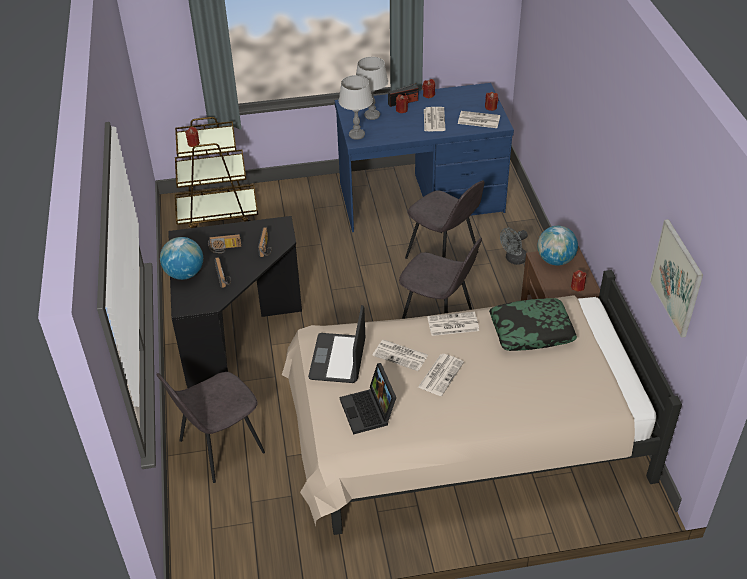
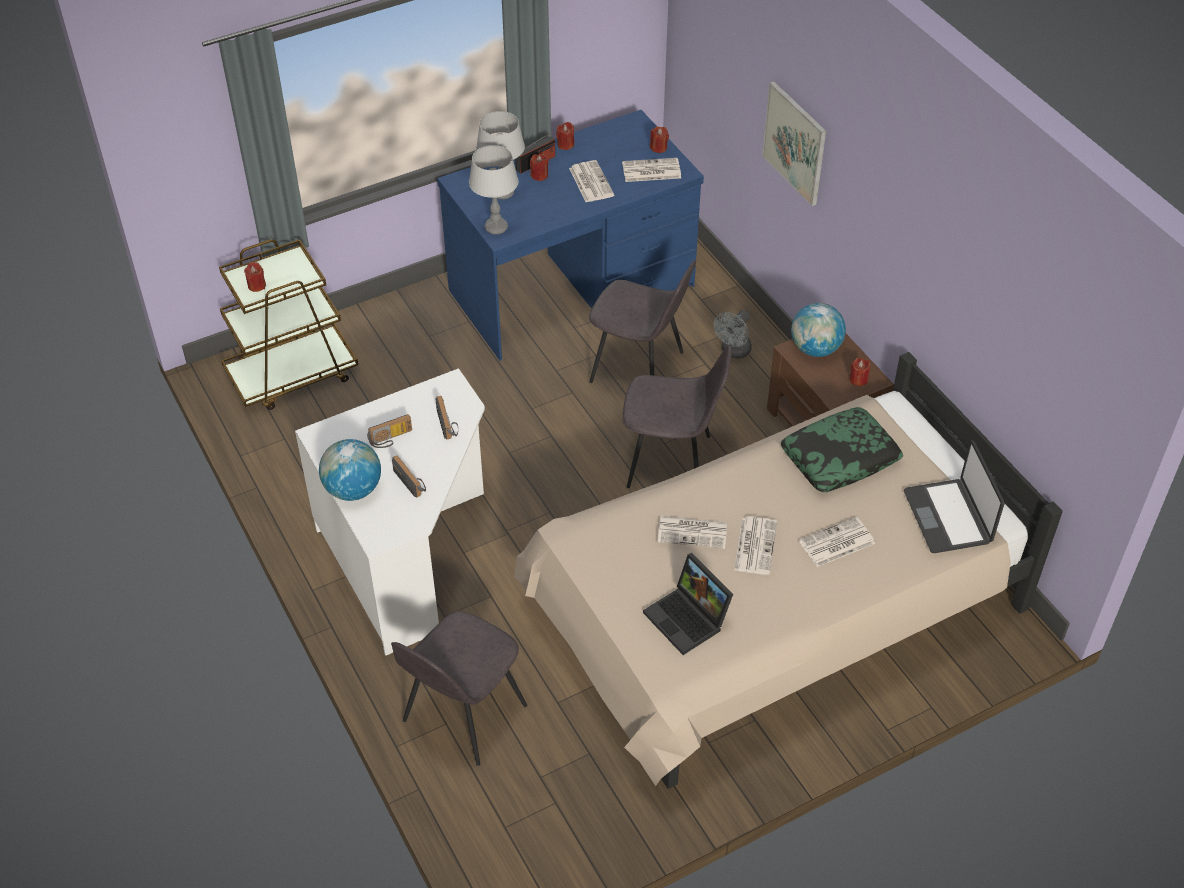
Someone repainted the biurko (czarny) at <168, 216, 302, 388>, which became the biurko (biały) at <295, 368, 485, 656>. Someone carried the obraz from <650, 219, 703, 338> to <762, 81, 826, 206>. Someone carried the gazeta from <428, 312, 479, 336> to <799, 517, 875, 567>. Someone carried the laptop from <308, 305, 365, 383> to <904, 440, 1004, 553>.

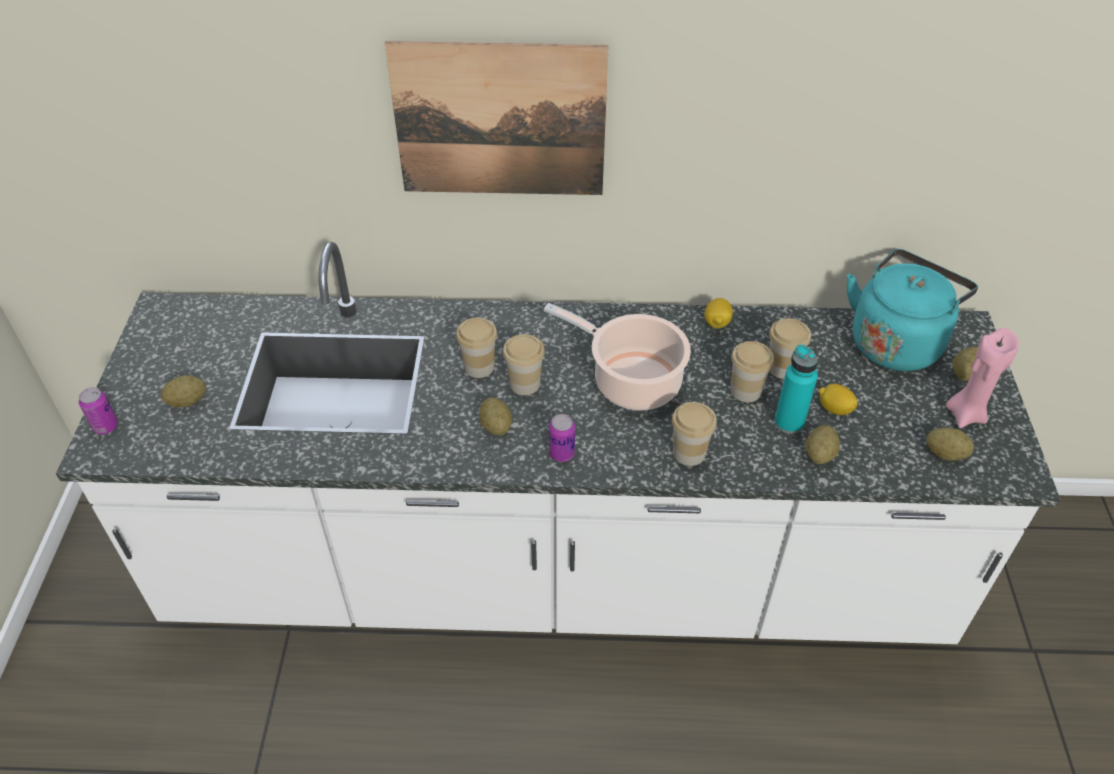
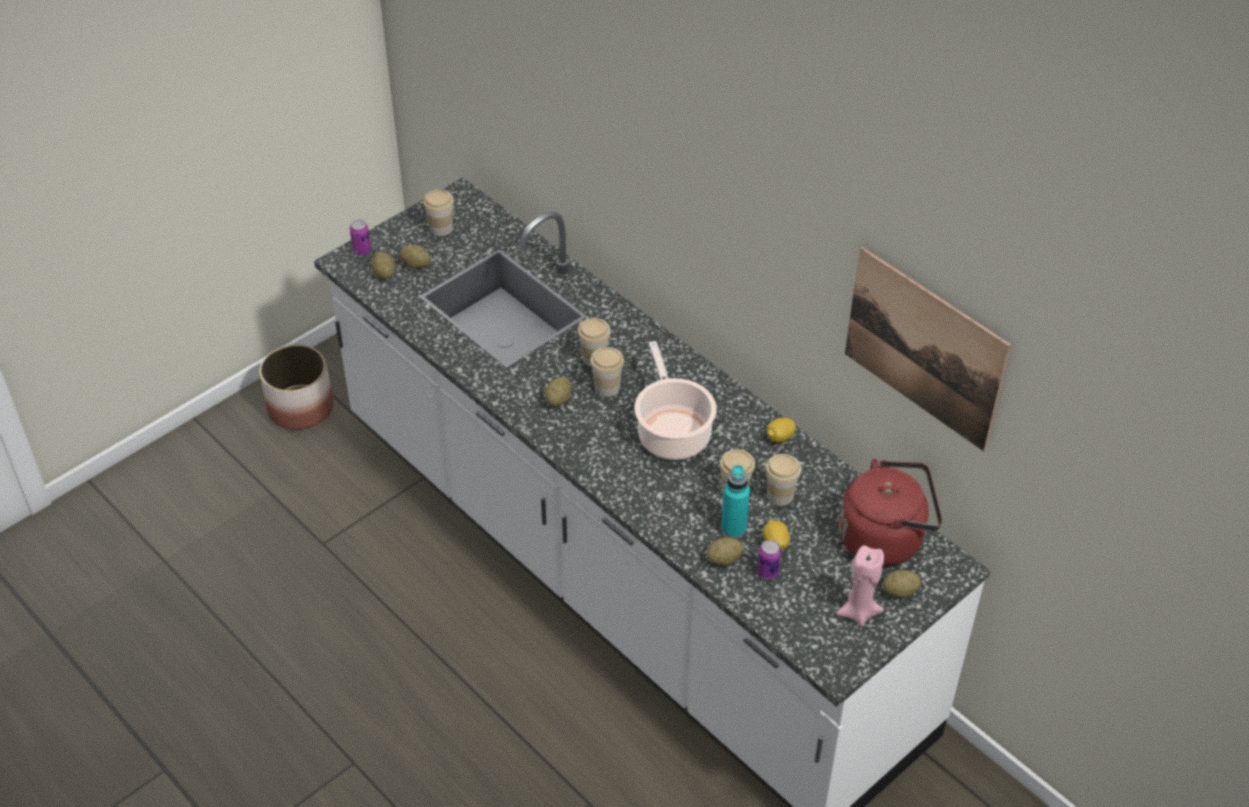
Someone put down the donica at <260, 344, 333, 430>. Someone carried the ziemniak from <926, 428, 974, 461> to <371, 252, 396, 279>. Someone carried the filiżanka from <672, 402, 717, 466> to <423, 189, 454, 236>. Someone carried the puszka from <549, 414, 575, 462> to <757, 540, 781, 580>. Someone repainted the czajnik (turkusowy) at <847, 249, 978, 371>, which became the czajnik (czerwony) at <839, 459, 942, 566>. Someone carried the obraz from <385, 41, 609, 195> to <845, 247, 1011, 451>.

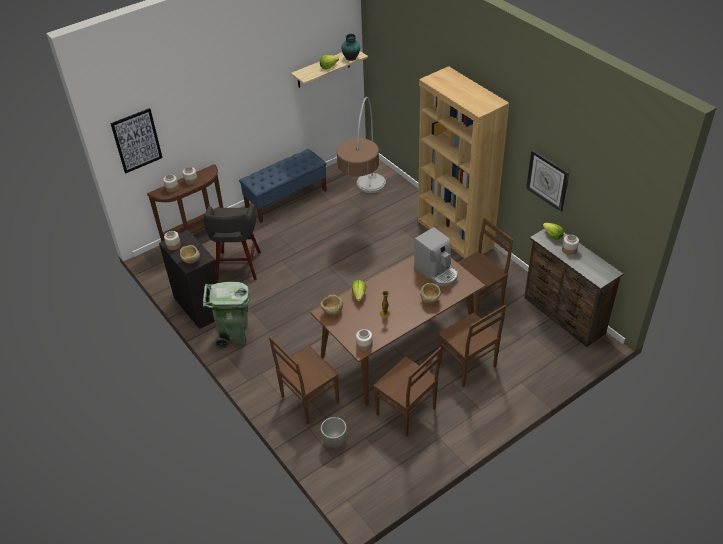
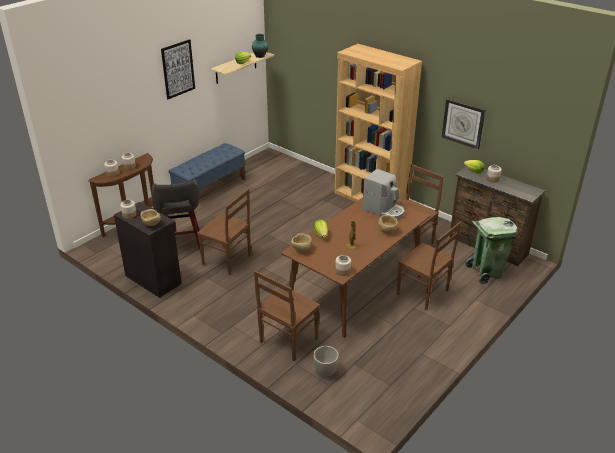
Someone carried the obraz from <110, 108, 163, 174> to <161, 39, 195, 99>. Someone carried the krzesło (brązowy) from <373, 347, 441, 437> to <197, 188, 251, 275>. Someone carried the kosz na śmieci (zielony) from <203, 282, 250, 349> to <466, 217, 518, 284>. Someone took away the lampa stojąca at <337, 97, 386, 193>.

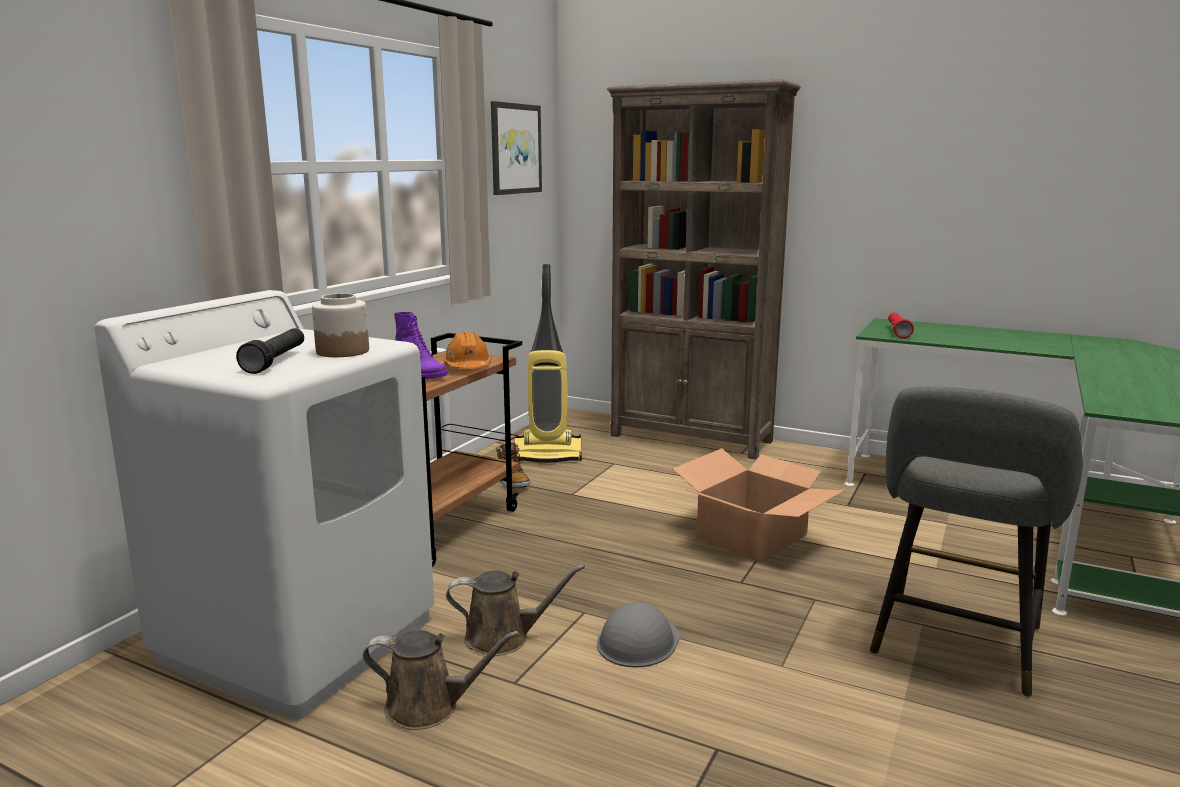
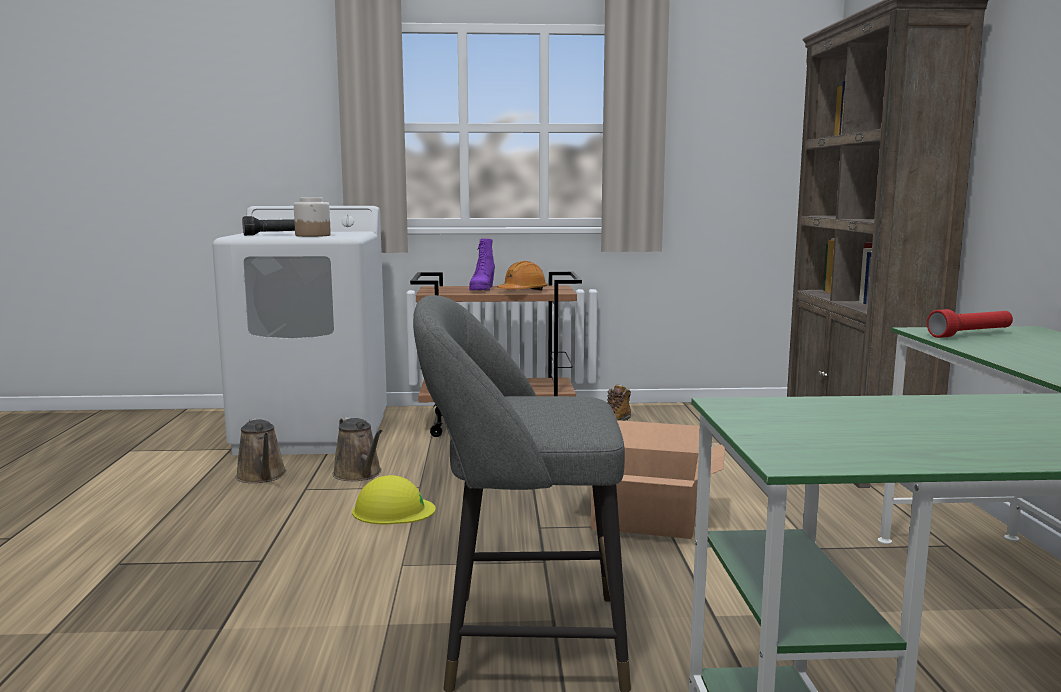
Someone repainted the kask (szary) at <597, 602, 680, 668>, which became the kask (żółty) at <352, 475, 436, 524>. Someone took away the obraz at <491, 101, 542, 195>. Someone took away the odkurzacz at <515, 264, 582, 463>.

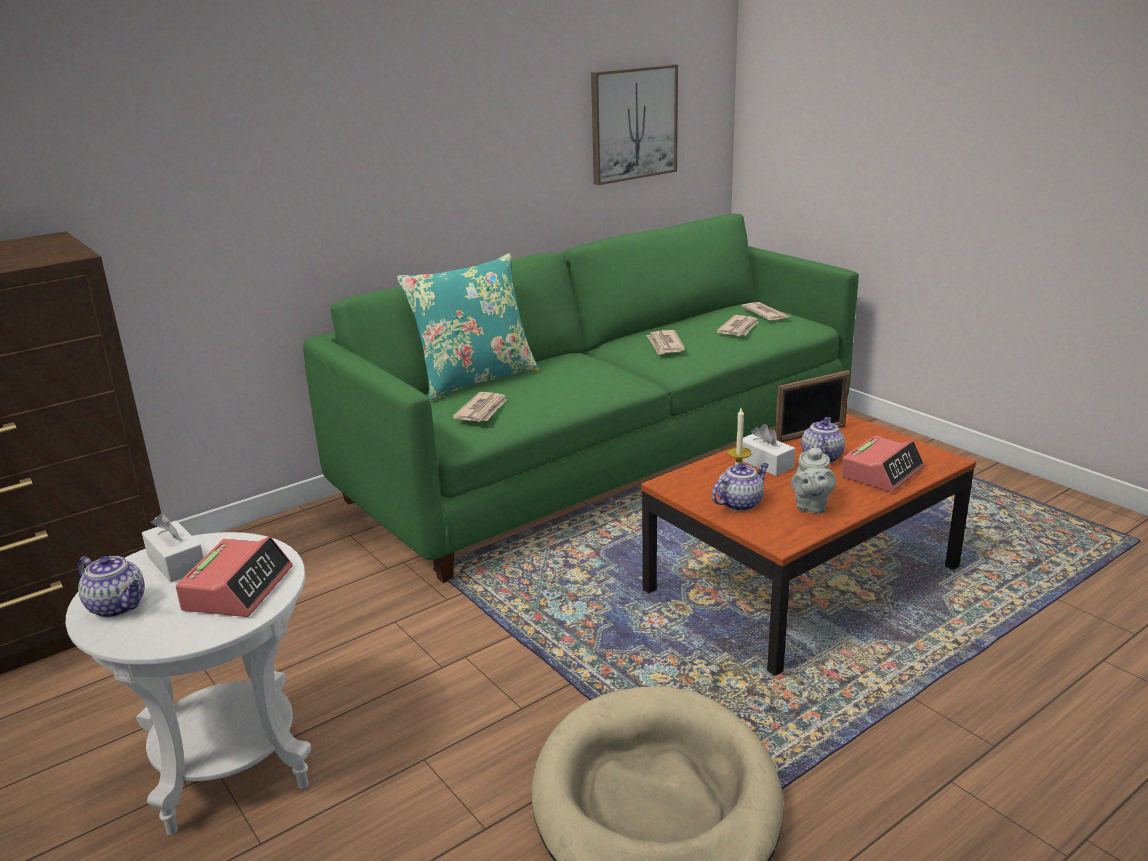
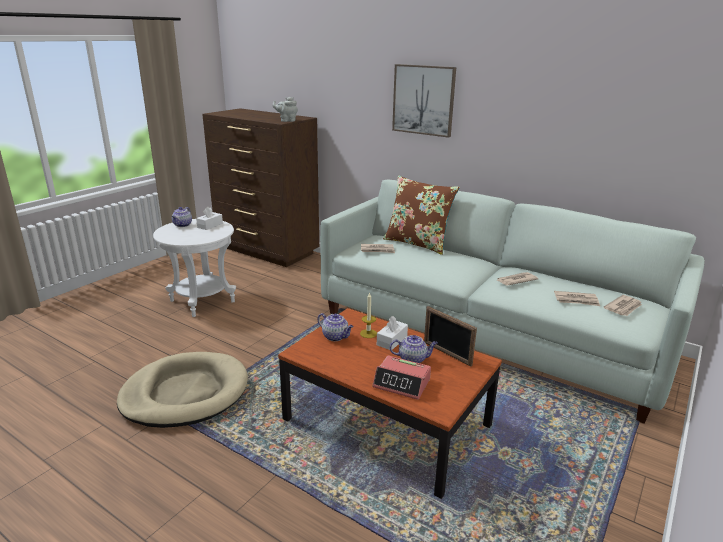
Someone carried the imbryk (szary) from <791, 445, 836, 514> to <272, 97, 298, 122>. Someone repainted the kanapa (zielony) at <303, 214, 859, 583>, which became the kanapa (biały) at <320, 179, 705, 424>. Someone repainted the poduszka (turkusowy) at <397, 253, 539, 401>, which became the poduszka (brązowy) at <383, 176, 460, 255>. Someone carried the obraz from <591, 65, 678, 185> to <392, 64, 456, 138>. Someone took away the budzik at <176, 537, 293, 617>.

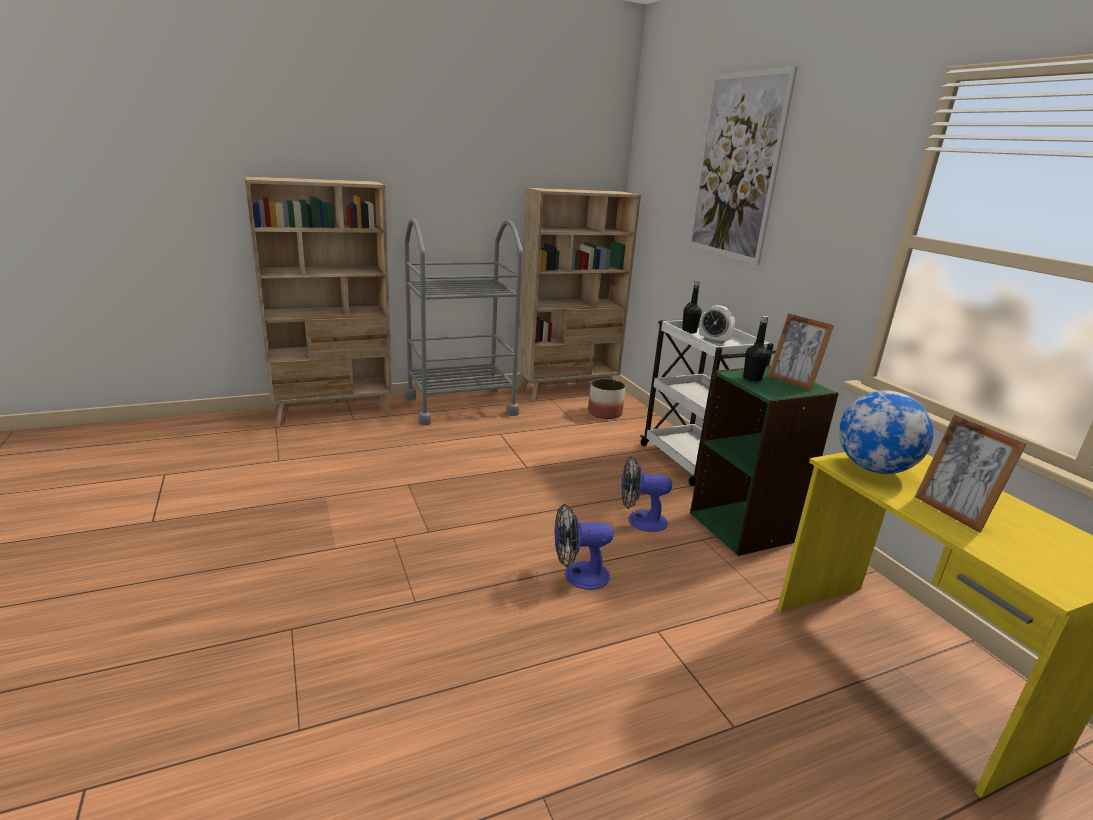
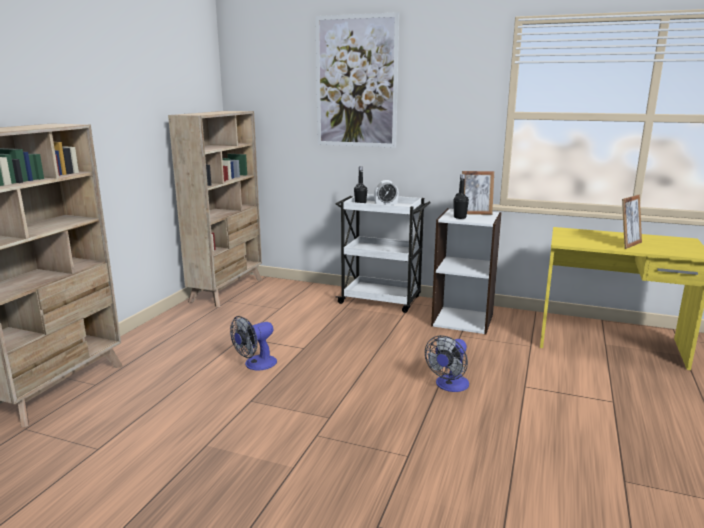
Someone carried the wentylator from <621, 456, 672, 532> to <230, 316, 277, 370>. Someone repainted the regał (zielony) at <690, 366, 839, 556>, which became the regał (biały) at <431, 208, 502, 334>. Someone rotated the ramka na zdjęcie at <915, 414, 1027, 532> by 60 degrees counterclockwise. Someone took away the wózek (szary) at <405, 218, 523, 426>. Someone took away the donica at <588, 379, 626, 419>. Someone took away the globus at <839, 390, 933, 474>.

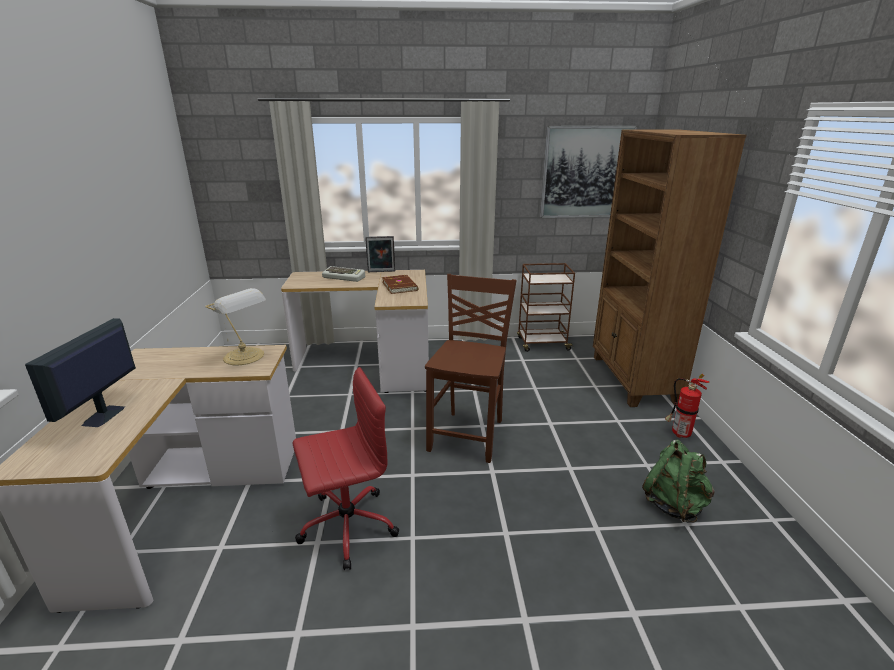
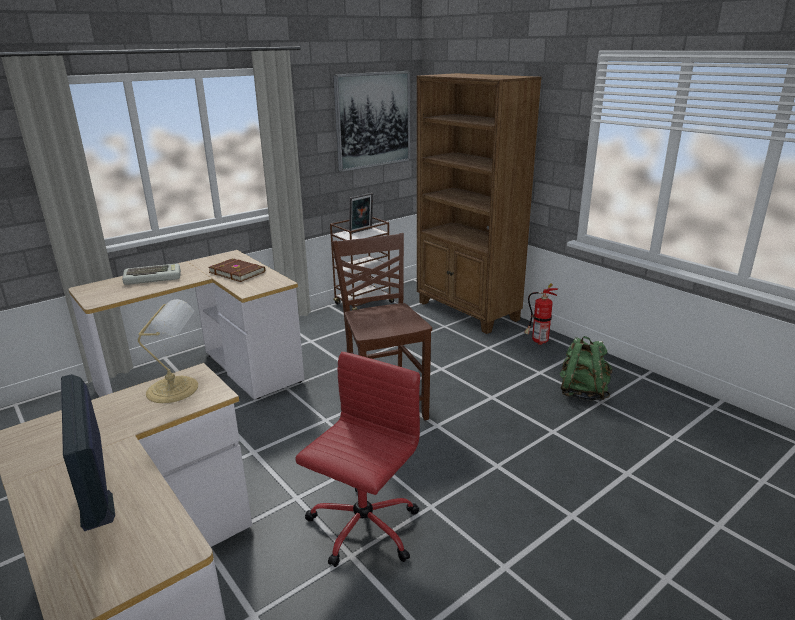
Someone carried the ramka na zdjęcie from <365, 236, 395, 272> to <349, 193, 373, 234>.

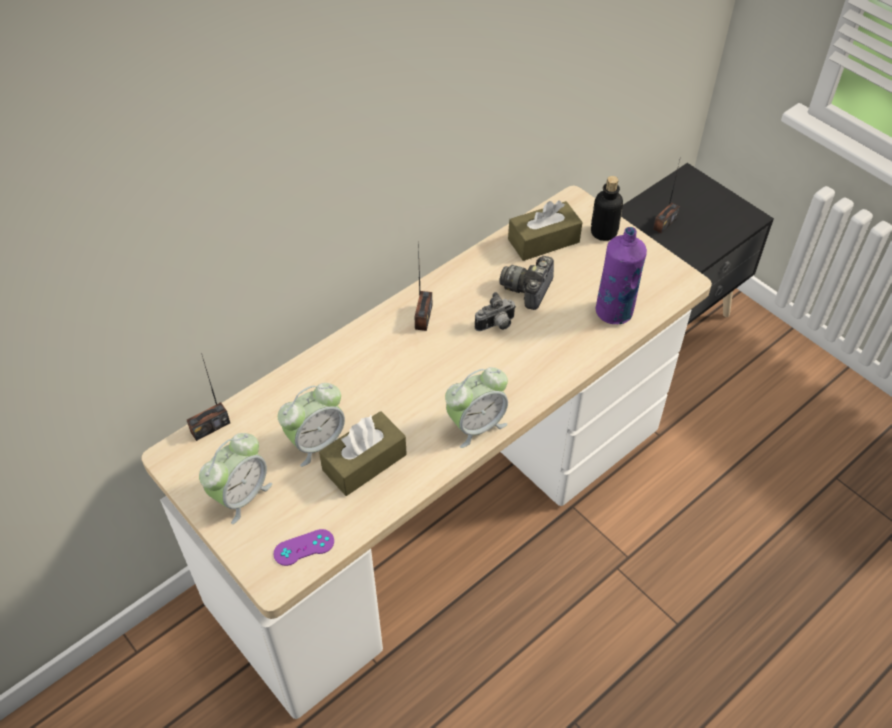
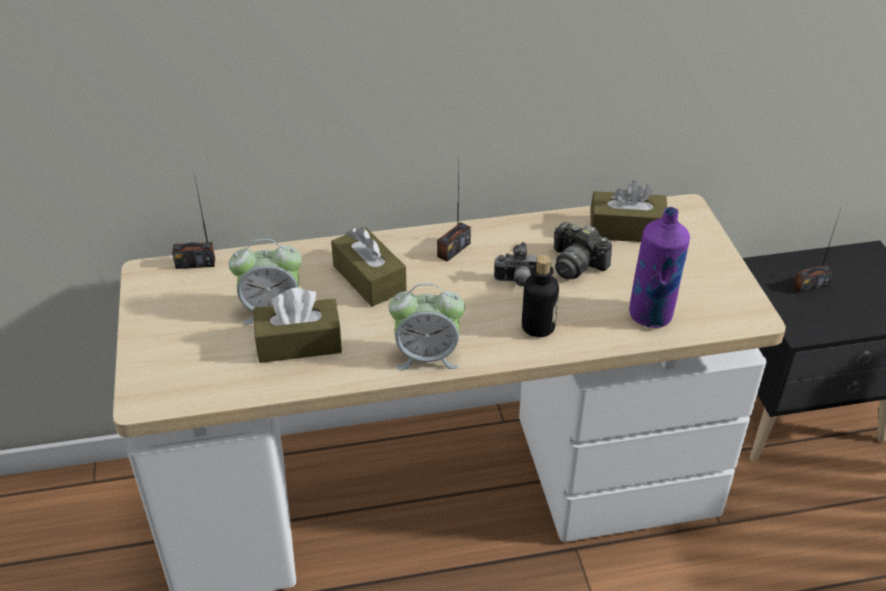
Someone put down the pudełko chusteczek (brązowy) at <331, 227, 407, 307>. Someone carried the butelka from <591, 176, 623, 241> to <522, 255, 559, 337>. Someone rotated the aparat fotograficzny at <500, 256, 554, 310> by 105 degrees counterclockwise. Someone took away the budzik at <199, 433, 272, 524>. Someone took away the pad do gier (fioletowy) at <274, 529, 334, 566>.

